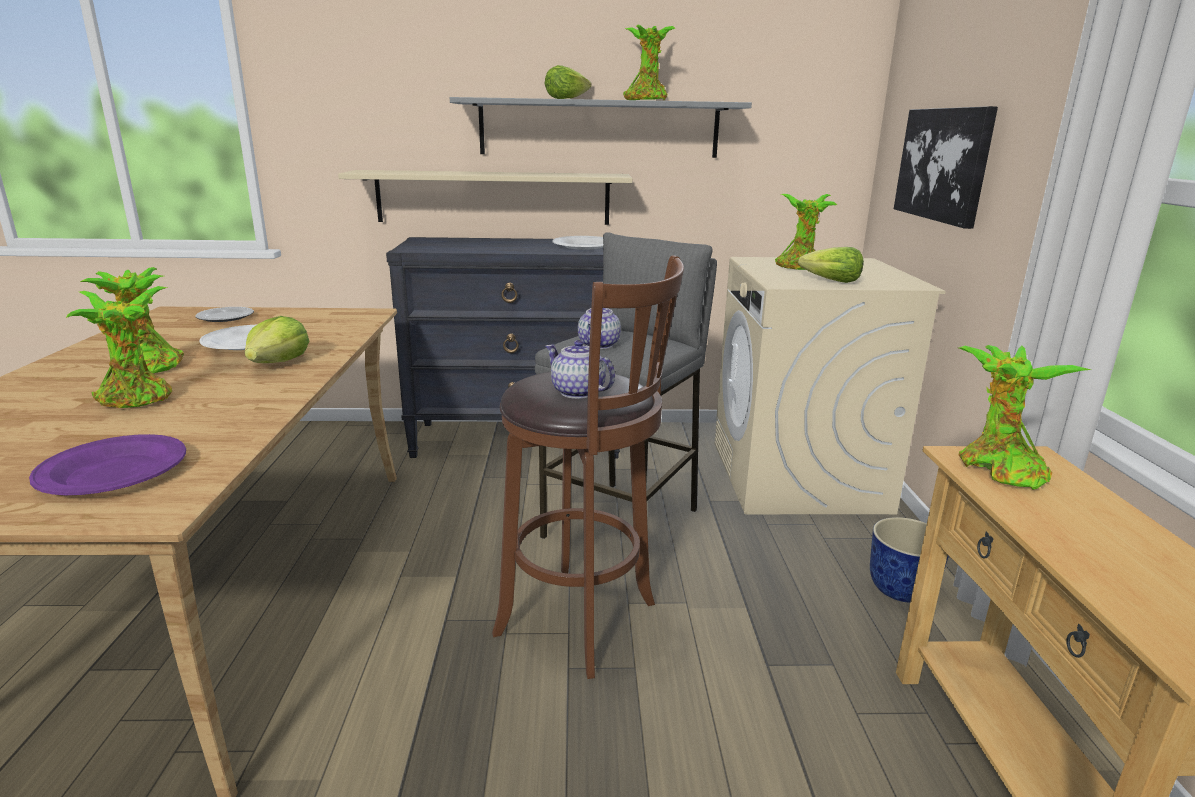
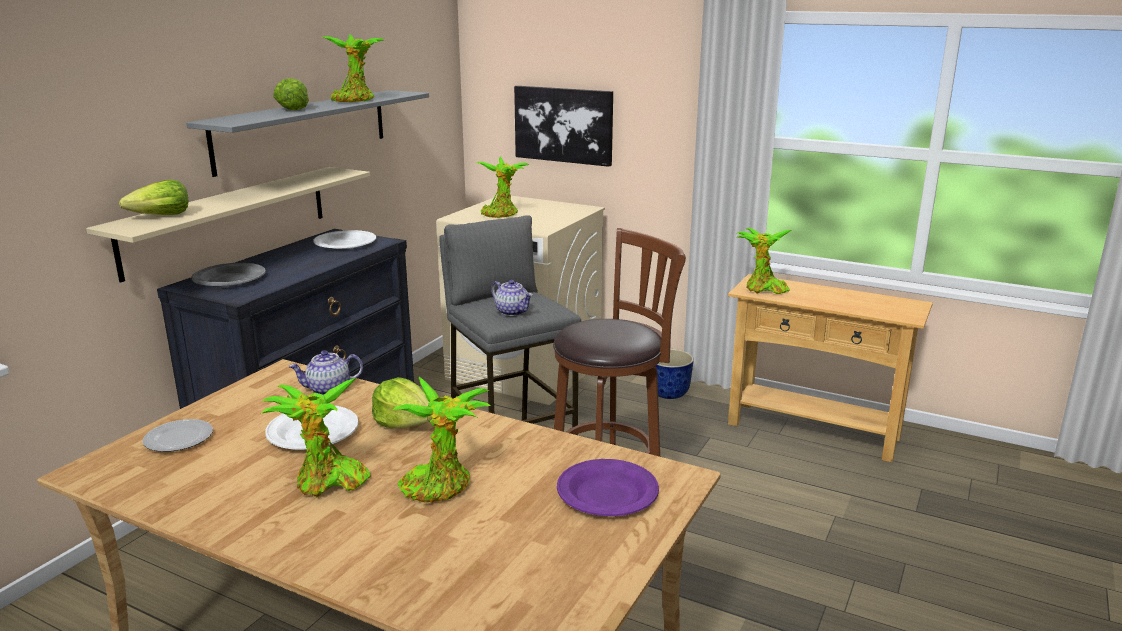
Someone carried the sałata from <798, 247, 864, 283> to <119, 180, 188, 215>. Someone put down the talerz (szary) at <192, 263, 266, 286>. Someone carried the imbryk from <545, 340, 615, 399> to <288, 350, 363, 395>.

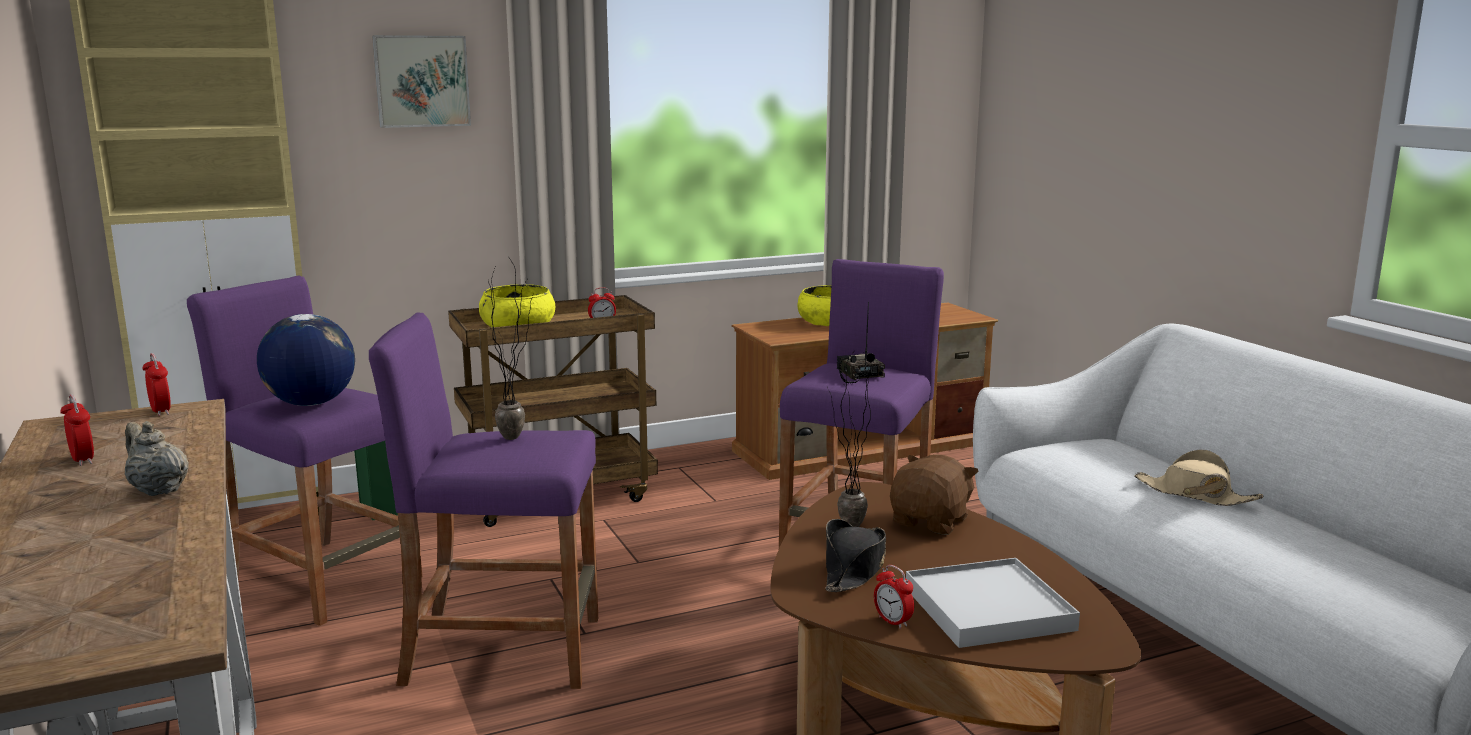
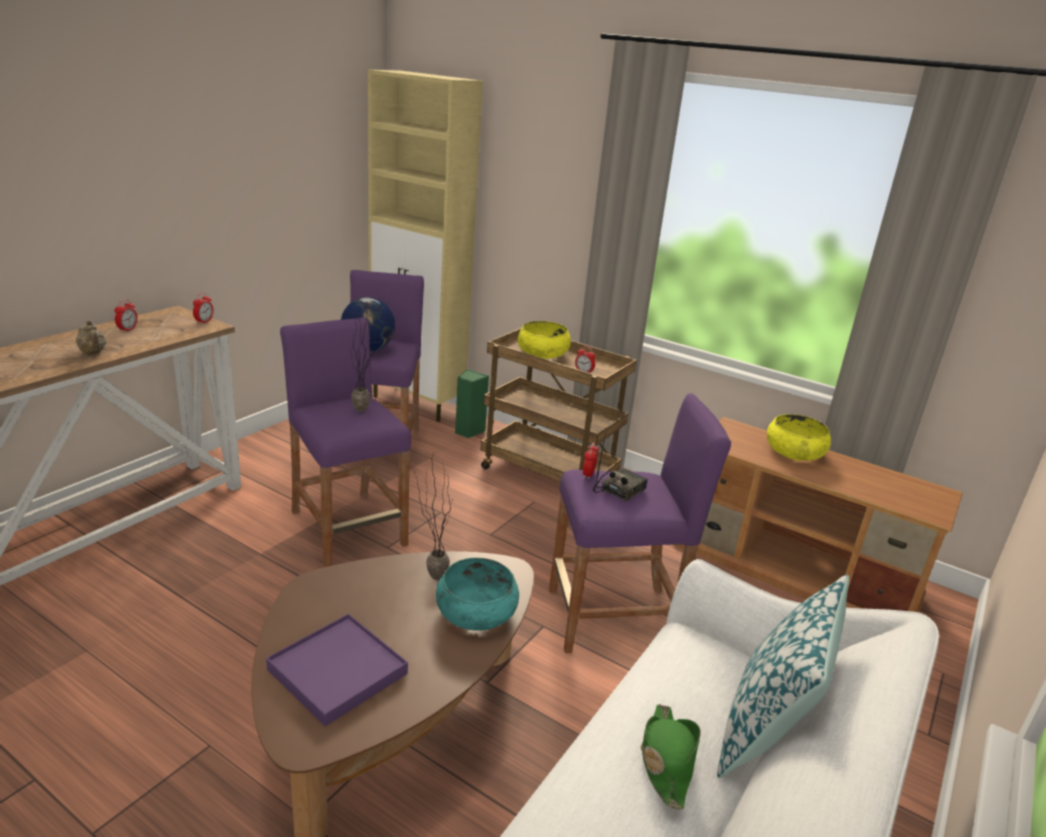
Someone rotated the imbryk (beżowy) at <125, 421, 189, 496> by 135 degrees clockwise. Someone repainted the taca (biały) at <906, 558, 1080, 648>, which became the taca (fioletowy) at <266, 614, 408, 727>. Someone swapped the pluszak (brązowy) at <890, 454, 979, 535> for the miska (turkusowy) at <436, 558, 519, 630>. Someone carried the budzik from <874, 565, 914, 629> to <583, 443, 599, 479>. Someone repainted the kapelusz (beżowy) at <1135, 450, 1263, 506>, which became the kapelusz (zielony) at <641, 704, 701, 810>. Someone put down the poduszka at <717, 575, 849, 778>. Someone took away the obraz at <372, 35, 471, 128>. Someone took away the kapelusz (czarny) at <825, 519, 886, 592>.

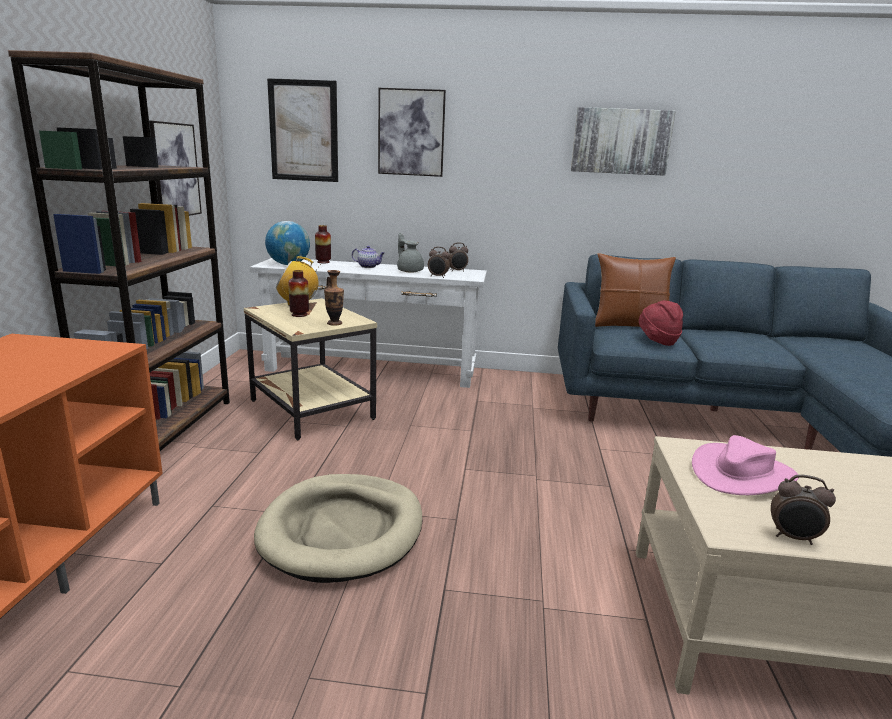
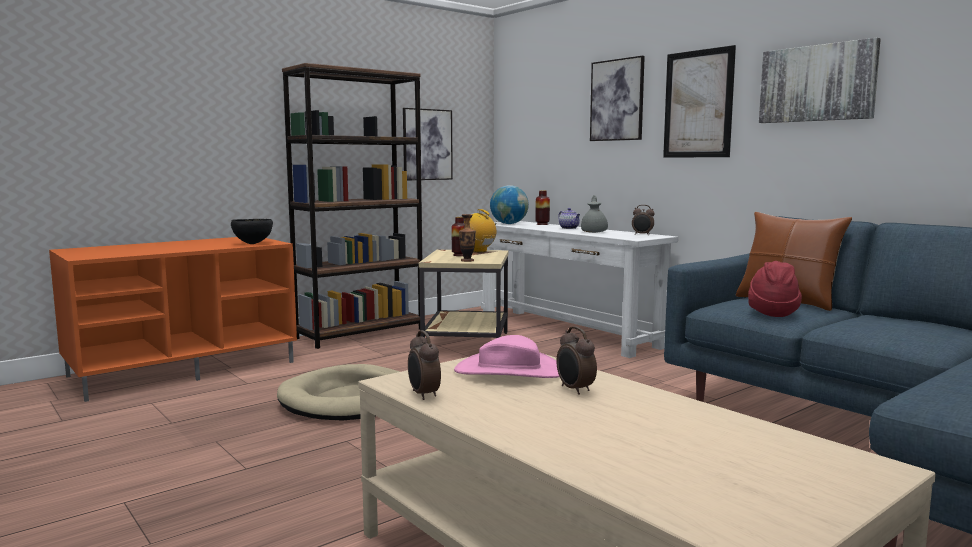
Someone put down the miska (czarny) at <231, 219, 273, 244>. Someone carried the budzik from <428, 247, 450, 278> to <556, 326, 597, 395>. Someone carried the obraz from <267, 78, 338, 182> to <663, 45, 736, 158>.

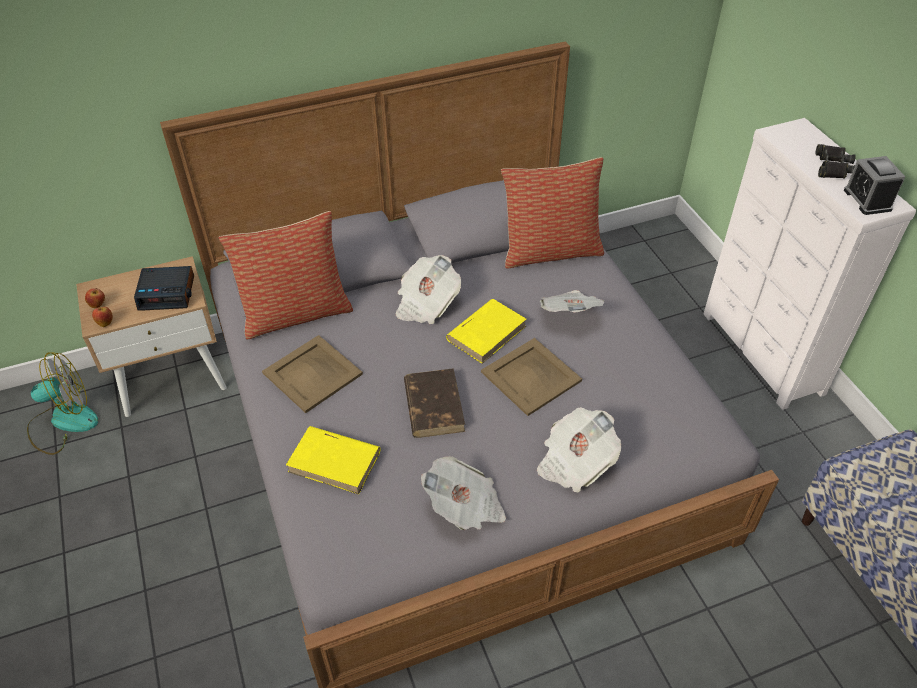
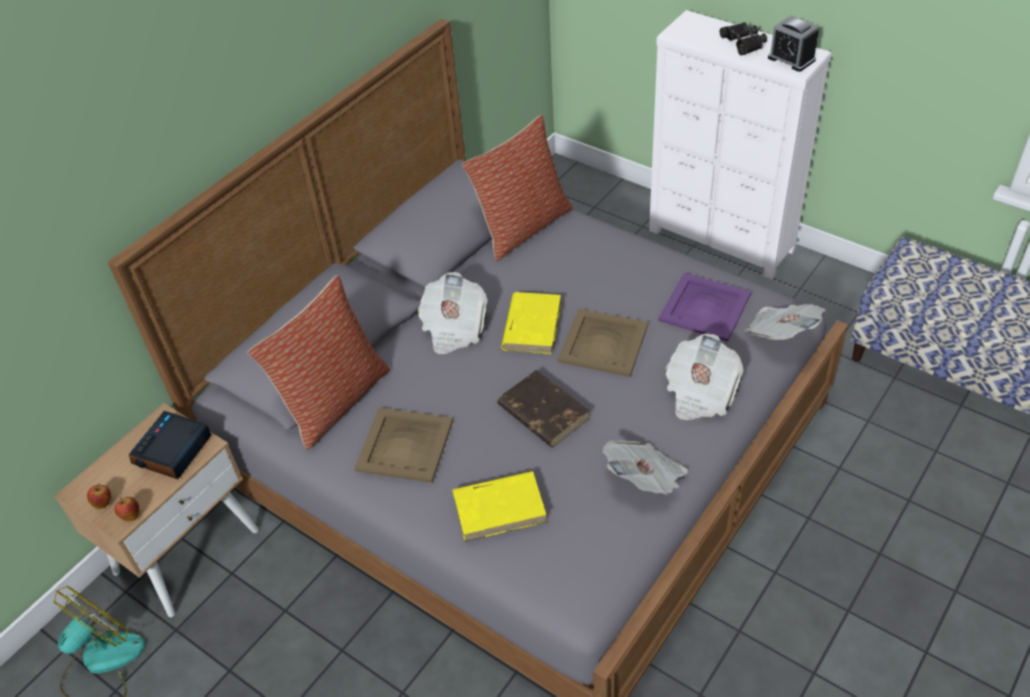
Someone rotated the budzik at <134, 266, 194, 311> by 150 degrees clockwise. Someone put down the taca (fioletowy) at <658, 273, 751, 342>. Someone carried the gazeta from <540, 290, 604, 313> to <745, 304, 825, 340>.

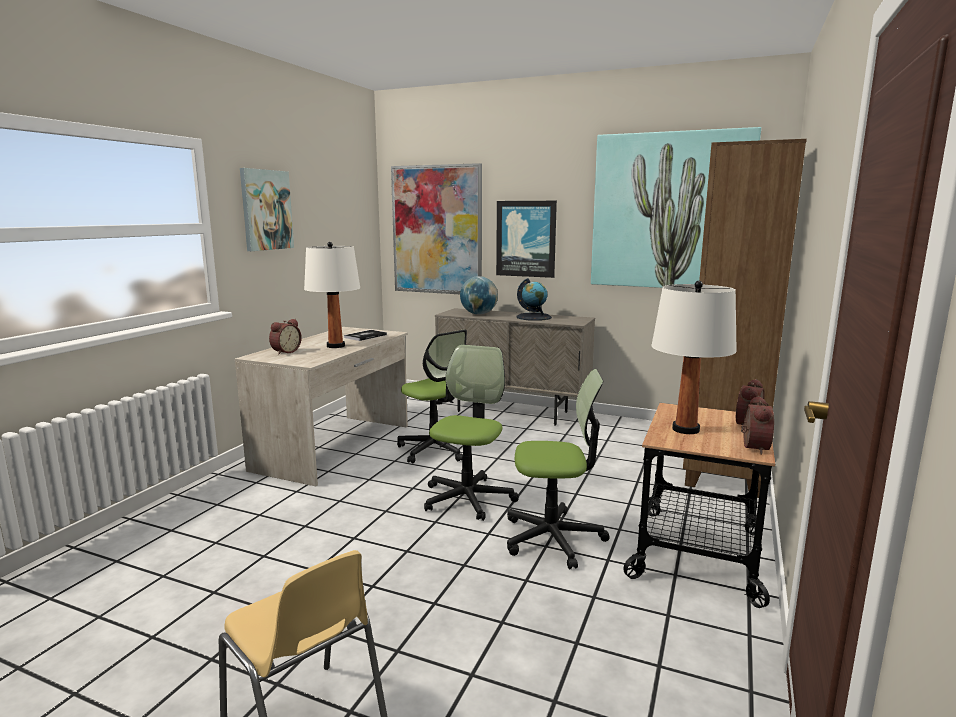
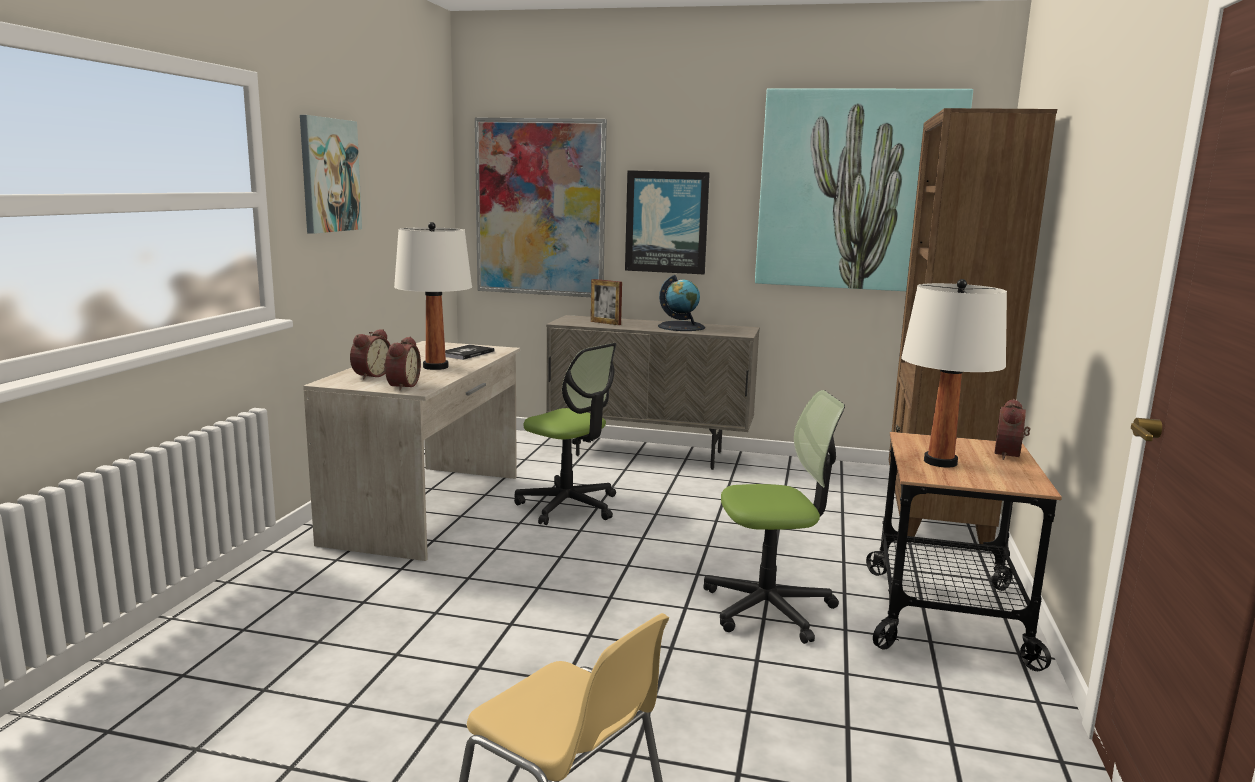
Someone carried the budzik from <741, 396, 774, 455> to <384, 337, 421, 390>. Someone swapped the globus at <460, 276, 498, 315> for the ramka na zdjęcie at <591, 279, 622, 325>. Someone took away the krzesło biurowe at <424, 345, 519, 521>.

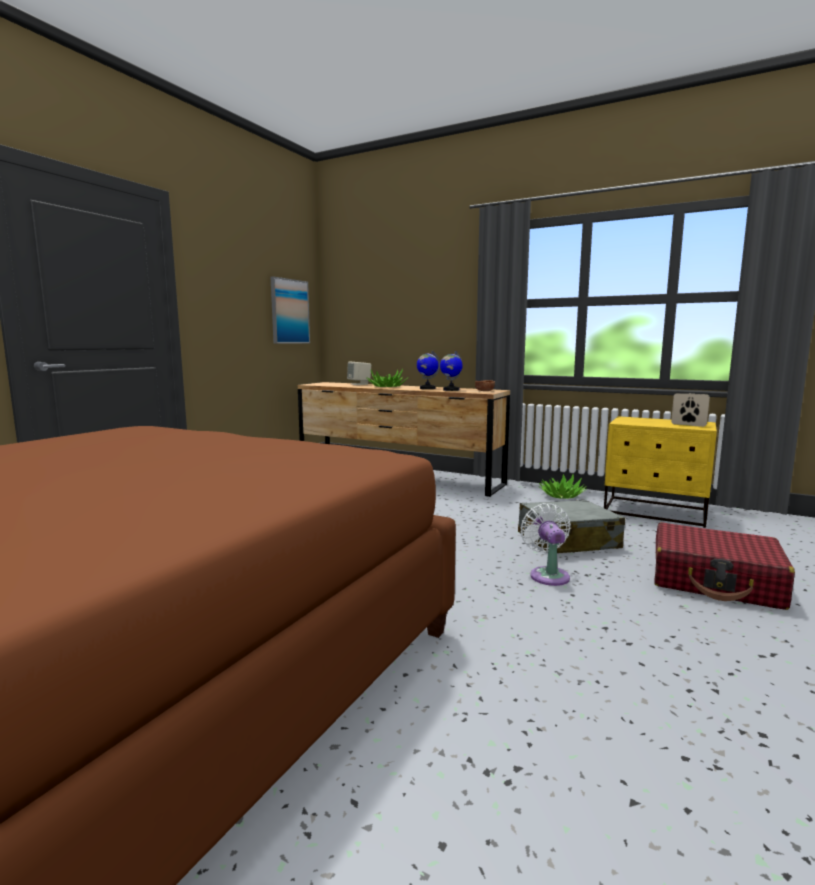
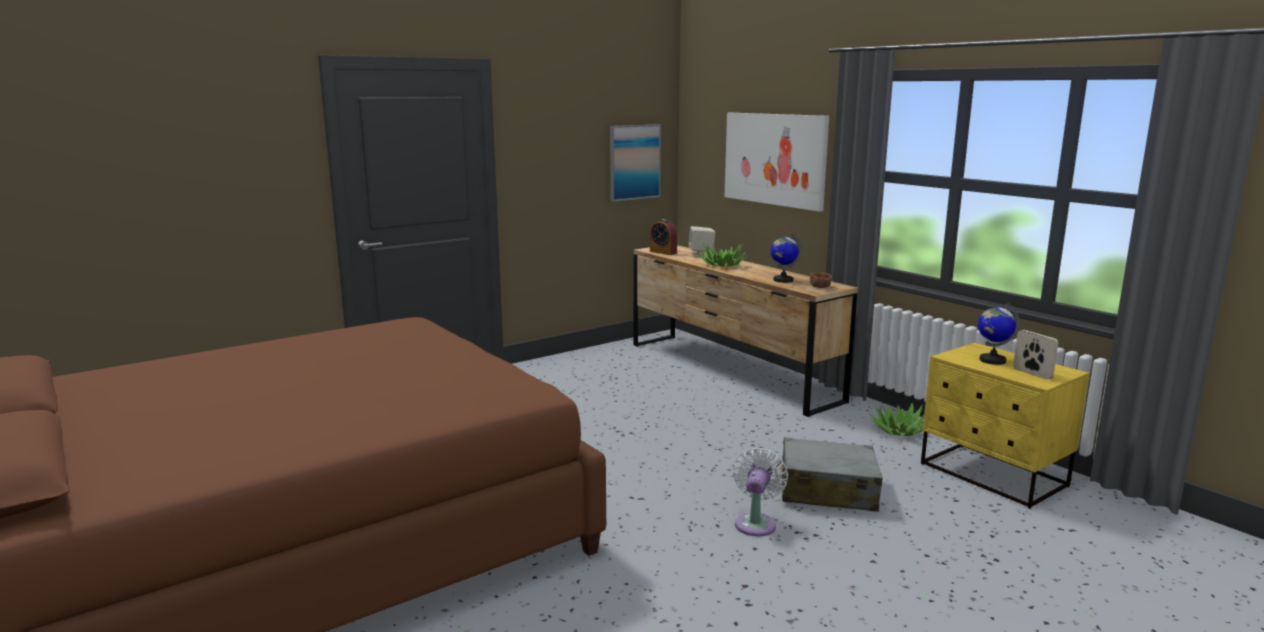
Someone put down the budzik at <650, 219, 677, 255>. Someone put up the obraz at <725, 113, 829, 212>. Someone carried the globus from <417, 351, 440, 389> to <978, 304, 1020, 365>. Someone took away the walizka (czerwony) at <654, 522, 795, 610>.

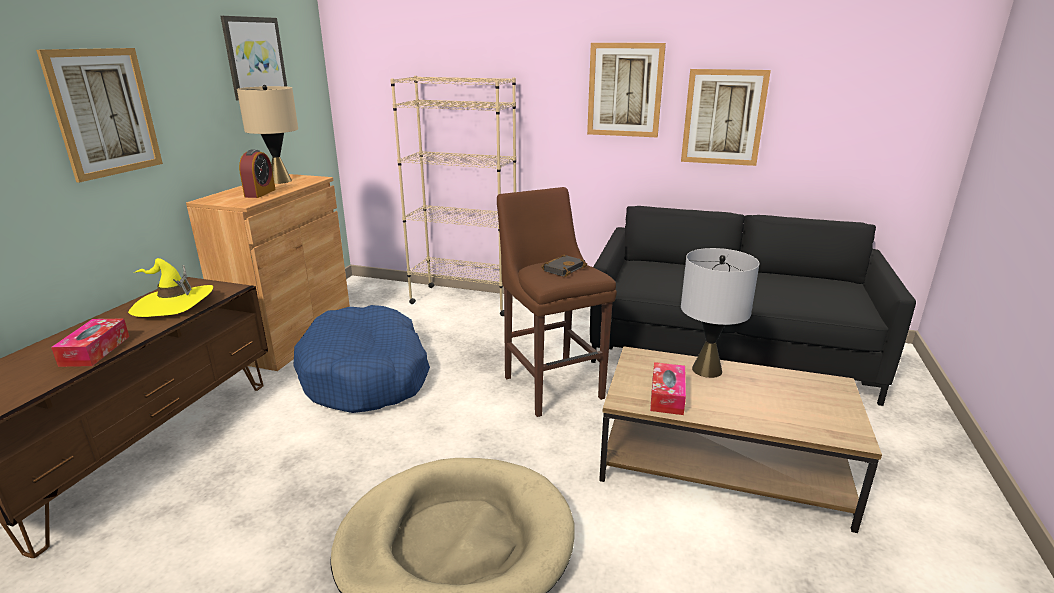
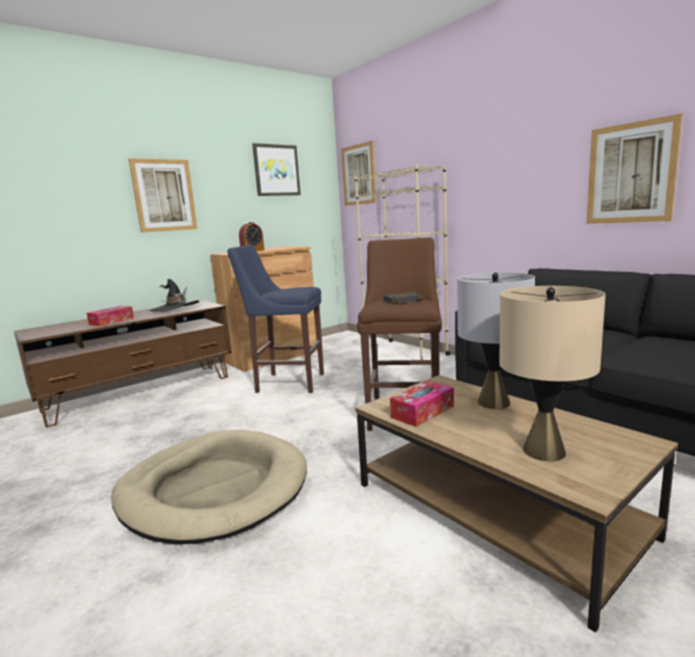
Someone repainted the kapelusz (żółty) at <128, 258, 213, 317>, which became the kapelusz (czarny) at <149, 279, 199, 311>. Someone swapped the legowisko (niebieski) at <293, 305, 430, 413> for the stołek (niebieski) at <227, 245, 324, 393>. Someone carried the obraz from <587, 43, 666, 137> to <341, 141, 376, 206>. Someone carried the lampa stołowa (beżowy) from <237, 85, 298, 184> to <499, 286, 606, 461>.

